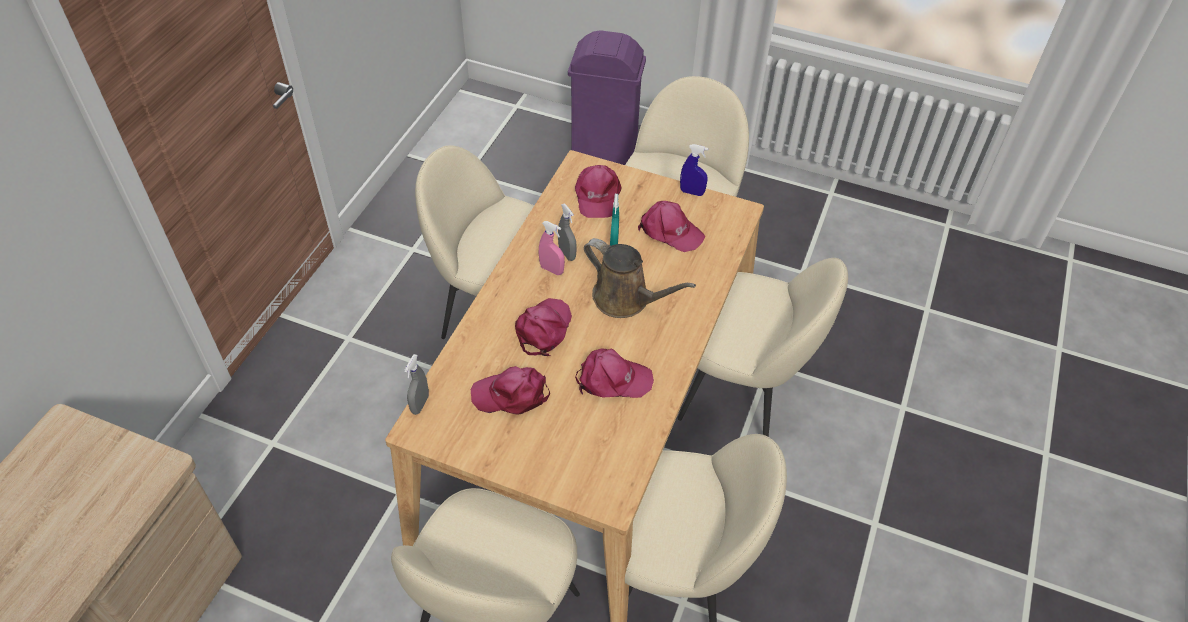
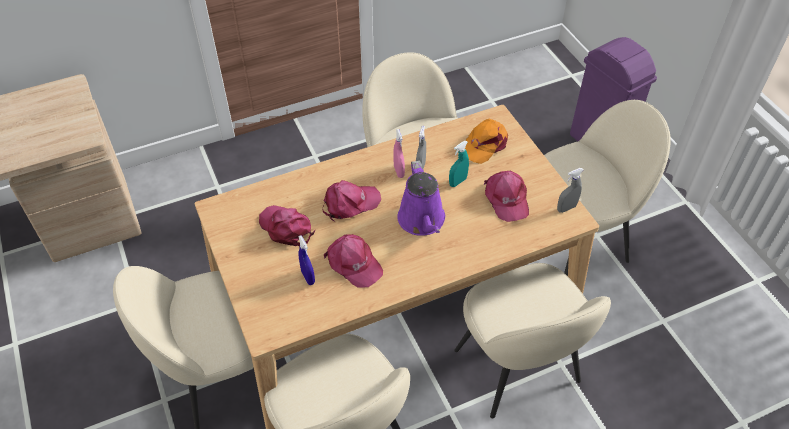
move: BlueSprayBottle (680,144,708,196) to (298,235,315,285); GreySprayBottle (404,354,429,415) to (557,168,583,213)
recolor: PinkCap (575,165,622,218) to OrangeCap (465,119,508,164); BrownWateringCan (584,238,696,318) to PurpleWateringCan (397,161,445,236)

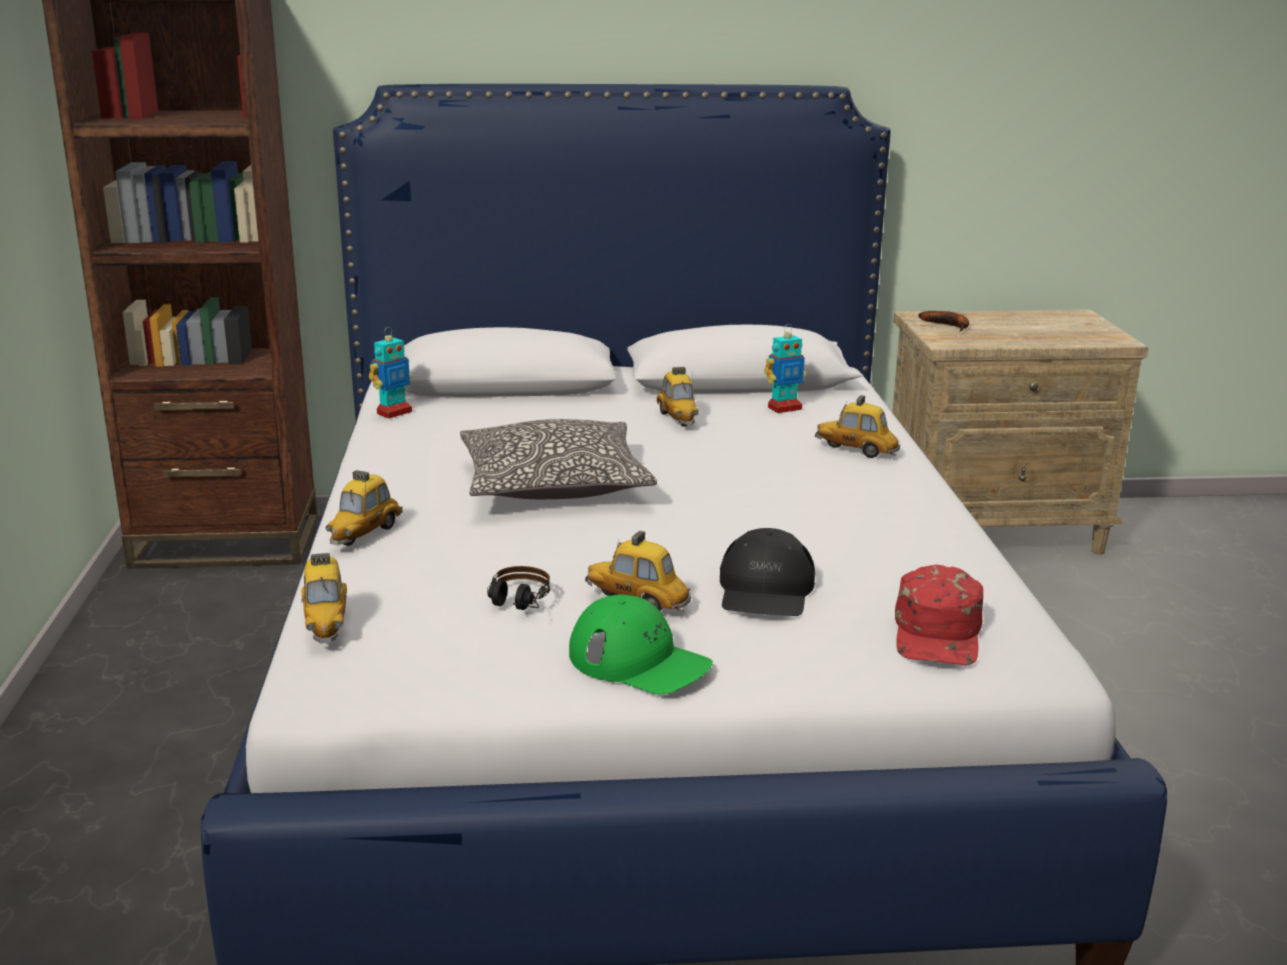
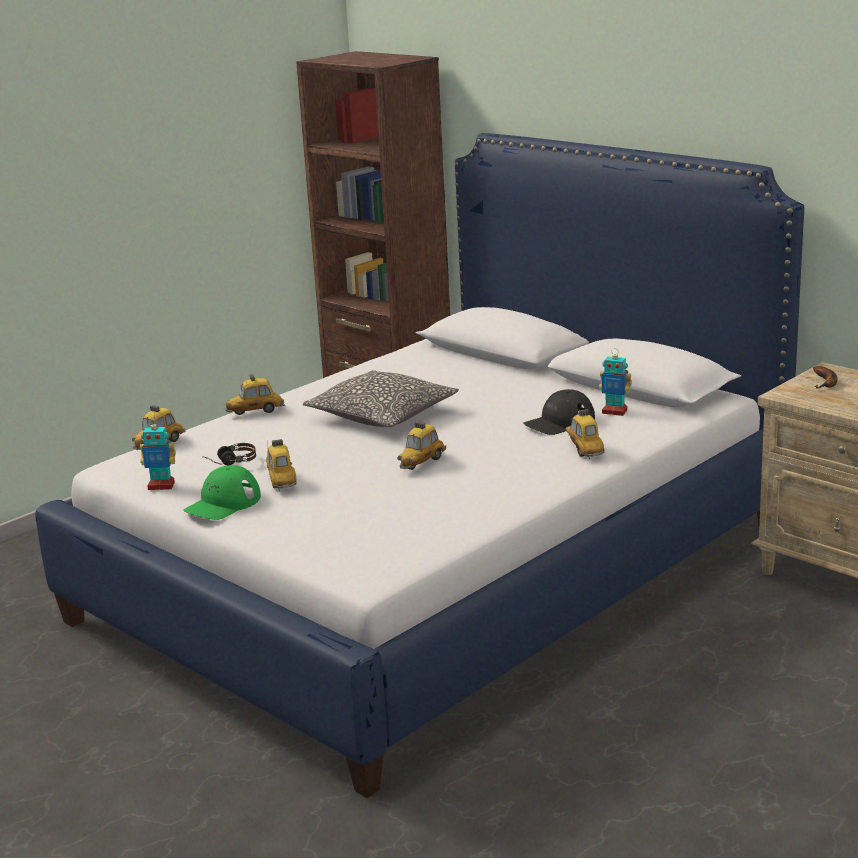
delete: RedCap (895,565,983,665)
move: ToyRobot (369,327,412,418) to (140,418,176,490); ToyCar (657,367,699,426) to (397,422,446,470); BlackCap (720,528,815,616) to (523,389,595,435)
rotate: GreenCap (569,594,713,694) = (183,465,261,520) 45 degrees clockwise

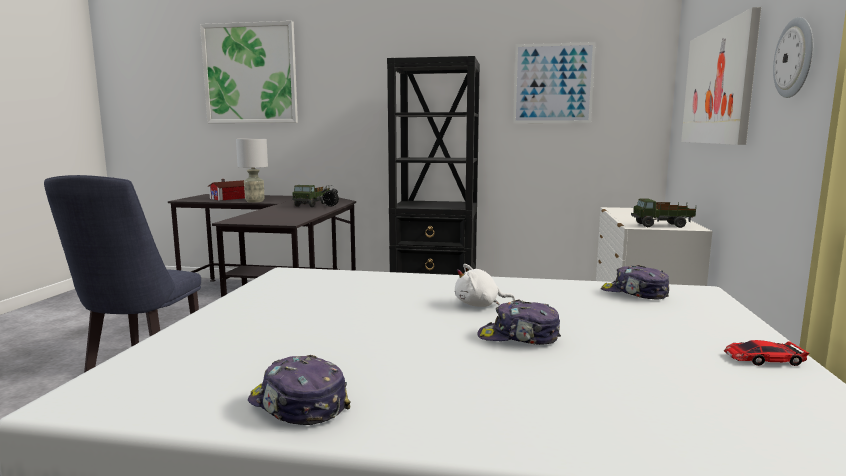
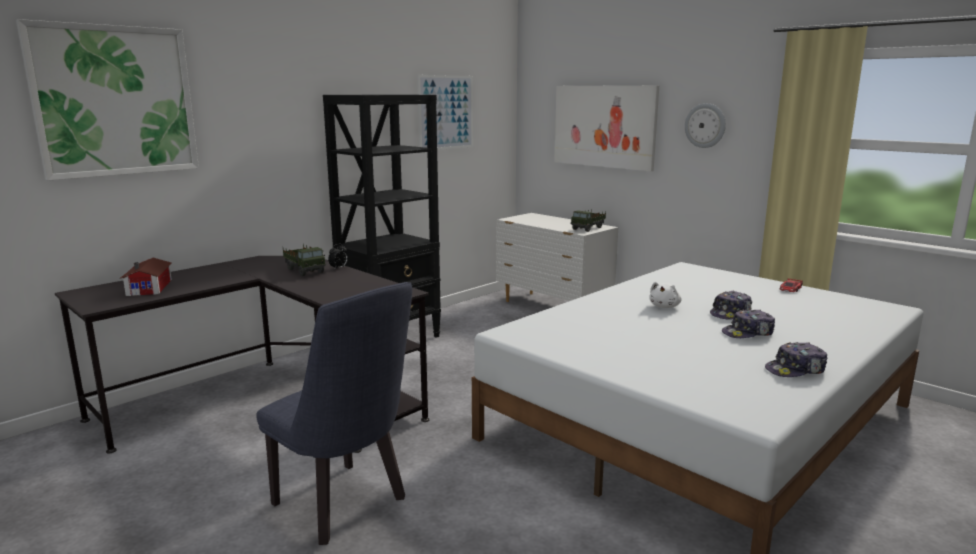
delete: GreyTableLamp (236,139,268,203)
move: Cap (601,265,669,300) to (722,309,775,338)

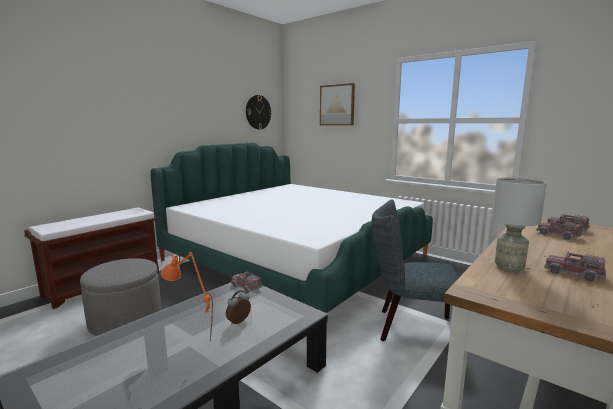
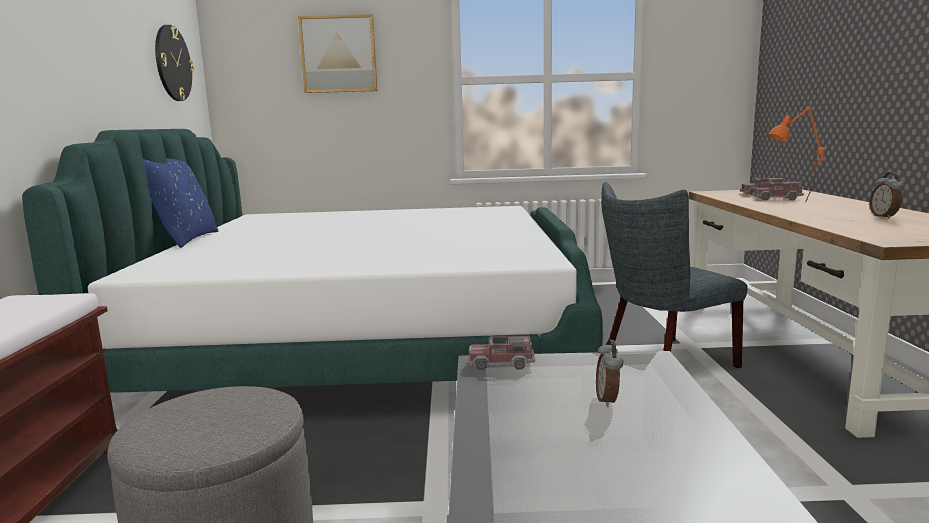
delete: GreyTableLamp (492,177,547,272)
insert: BluePillow (143,158,218,248)
move: OrangeTableLamp (161,252,213,342) to (767,106,825,202)
replace: ToyTruck (544,251,606,282) to AlarmClock (870,172,904,219)

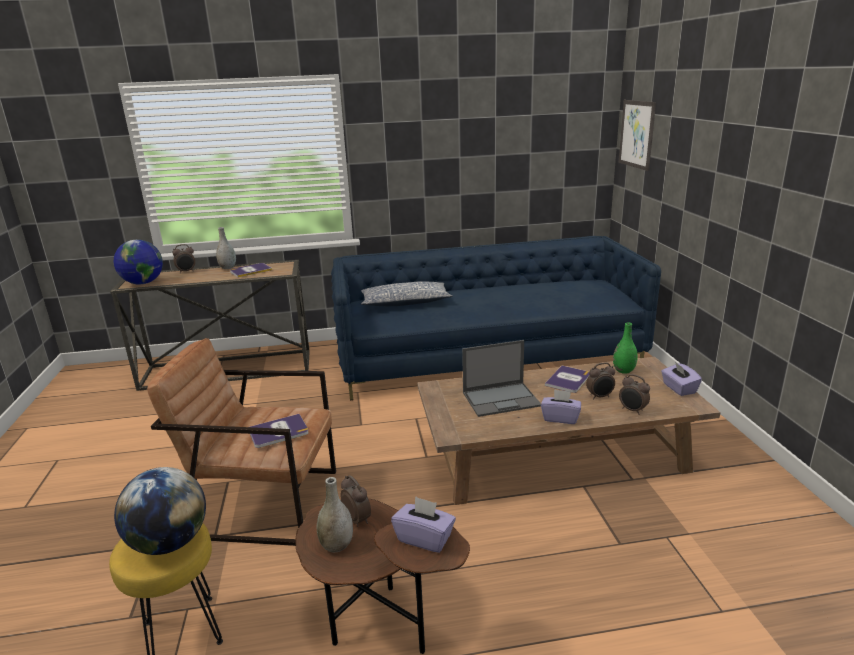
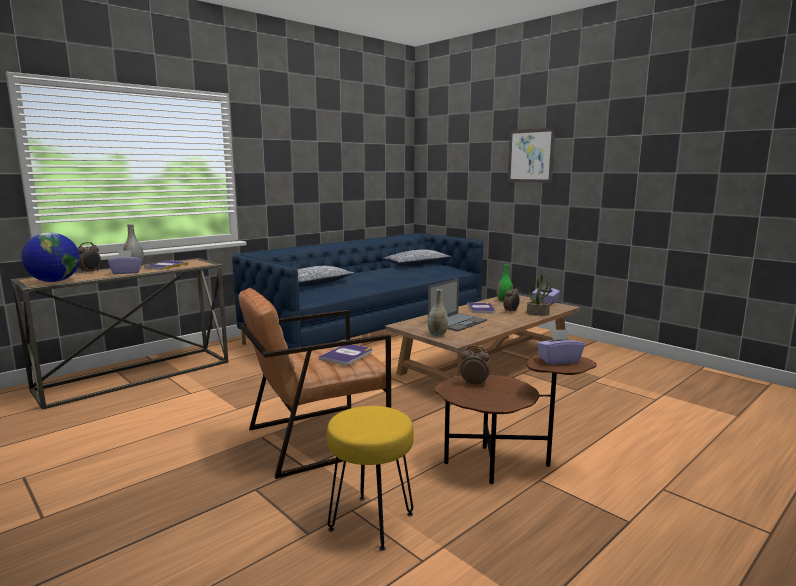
delete: Globe (114,467,206,555)
insert: Pillow (383,249,451,266)
move: Picture (619,100,656,171) to (508,128,555,183); PurpleTissueBox (541,389,581,424) to (108,250,142,274); GreyVase (317,477,353,552) to (427,289,448,336)
replace: AlarmClock (619,374,650,415) to PottedPlant (527,274,551,316)

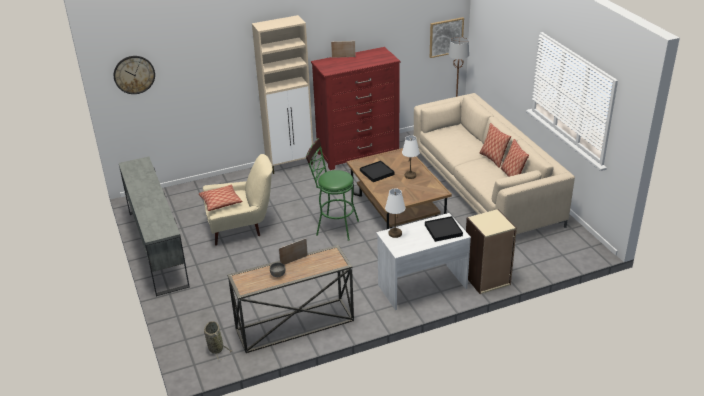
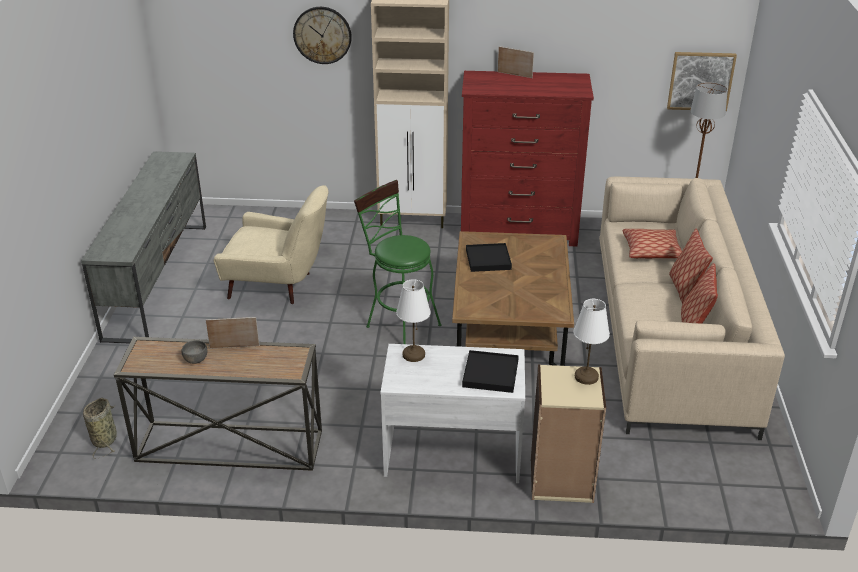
move: WallClock (114,56,155,94) to (293,7,352,64); WhiteTableLamp (402,135,420,179) to (573,299,610,385); Pillow (199,185,243,211) to (623,229,682,258)

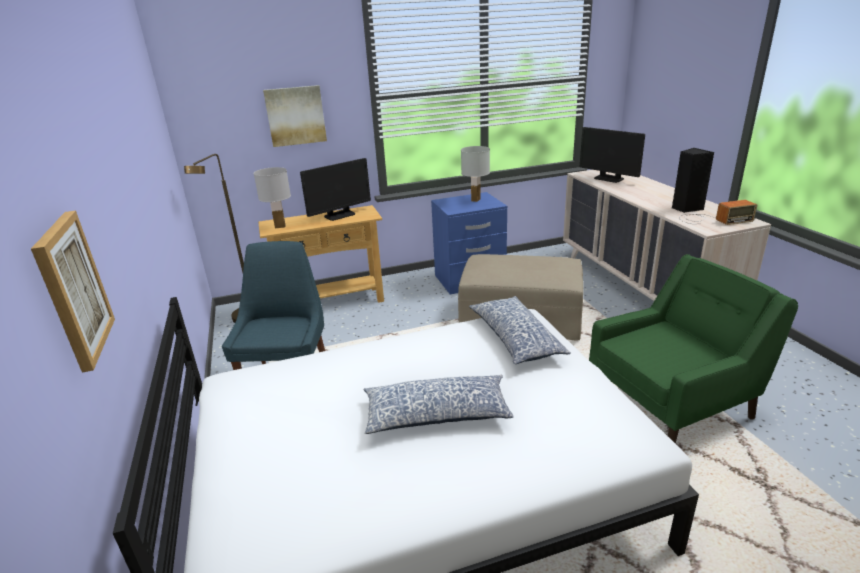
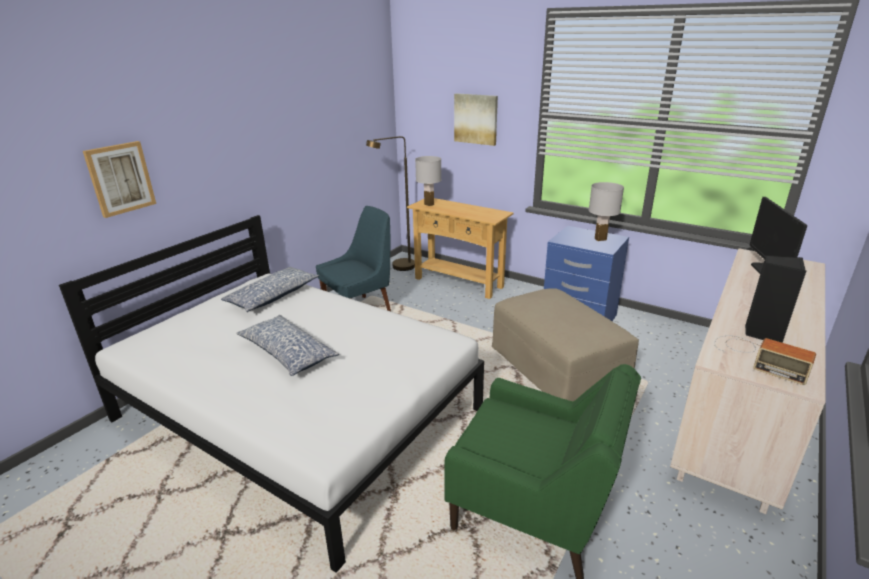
delete: Monitor (300,158,371,221)
move: Pillow (469,296,571,364) to (221,267,319,312)

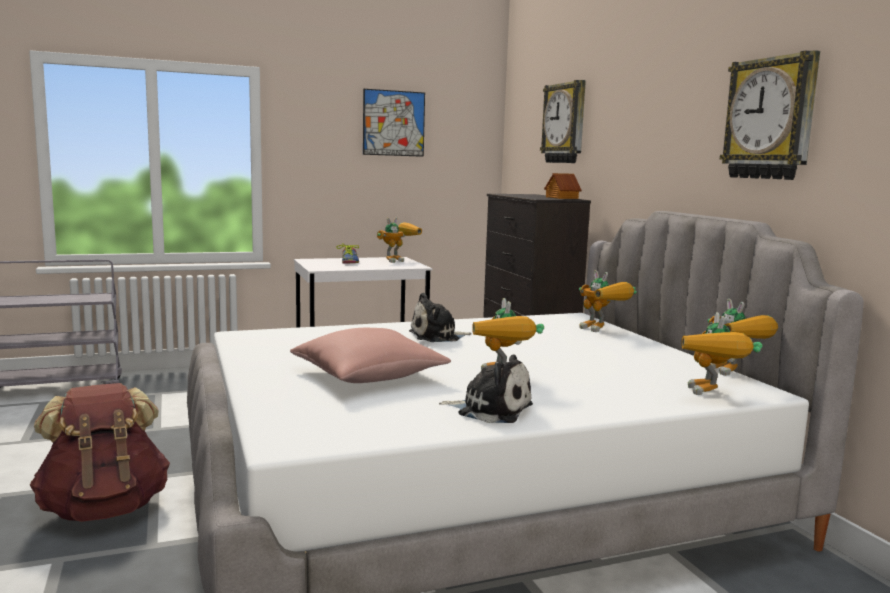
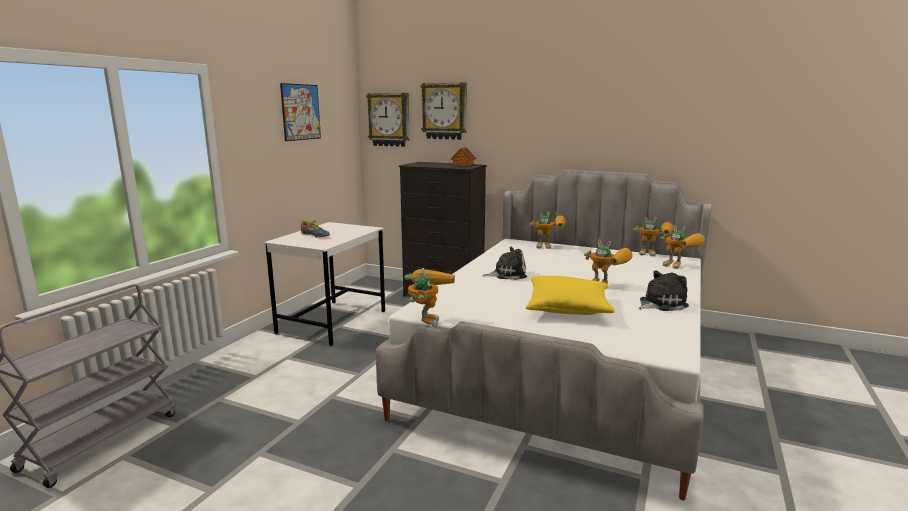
delete: BrownBackpack (30,383,170,522)
move: WallClock (720,50,820,180) to (366,93,410,147); ToyRobot (377,218,422,263) to (404,268,455,327)
recolor: PinkPillow (290,328,451,383) to YellowPillow (525,276,615,315)
rotate: PlushToy (409,293,472,342) = (482,247,527,280) 120 degrees counterclockwise

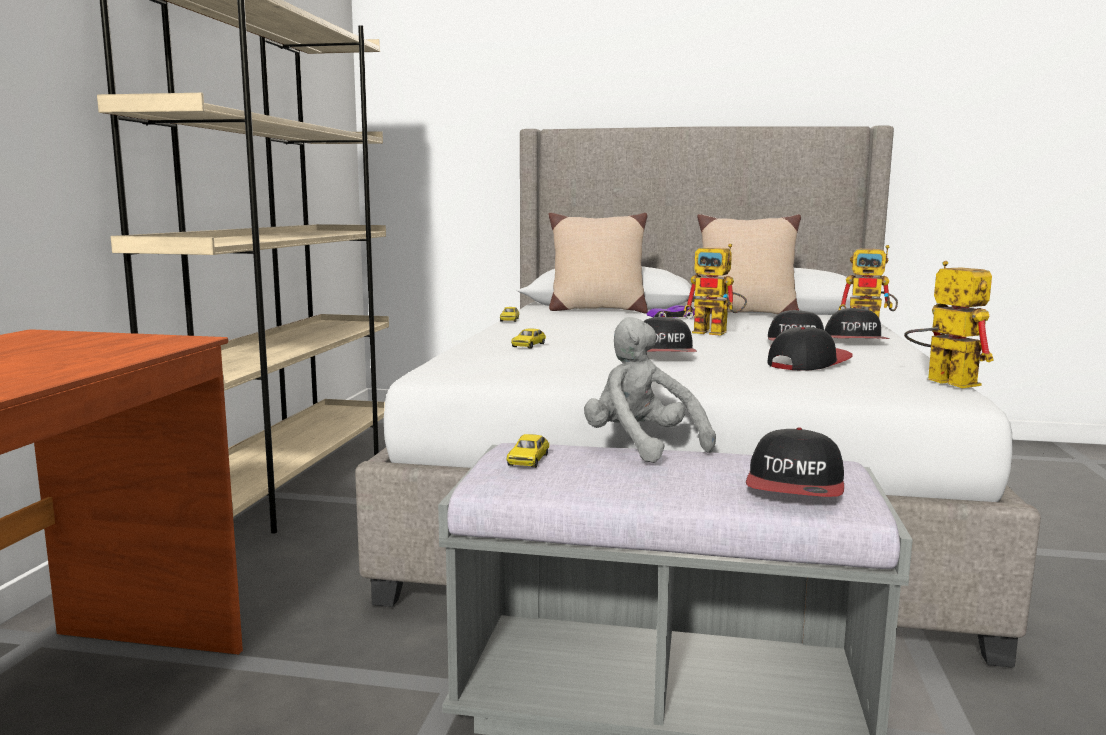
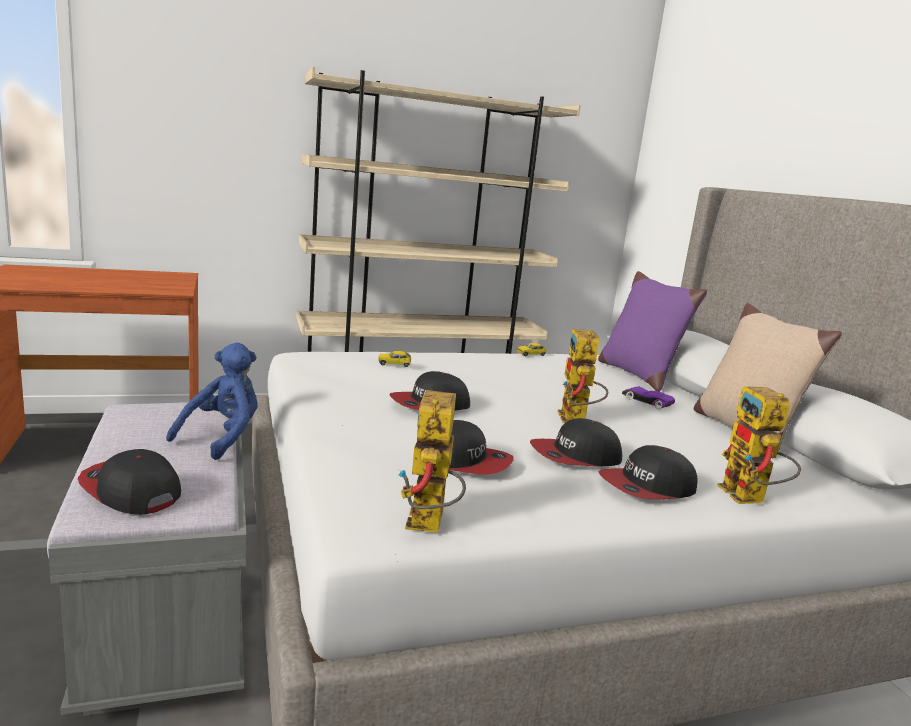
delete: ToyCar (506,434,549,468)
recolor: BeigePillow (548,213,648,313) to PurplePillow (598,271,707,392); GreyPlushToy (584,317,716,463) to BluePlushToy (166,342,258,460)
rotate: ToyRobot (904,261,994,388) = (399,390,466,532) 150 degrees clockwise; Cap (746,428,844,497) = (78,449,181,515) 45 degrees clockwise

